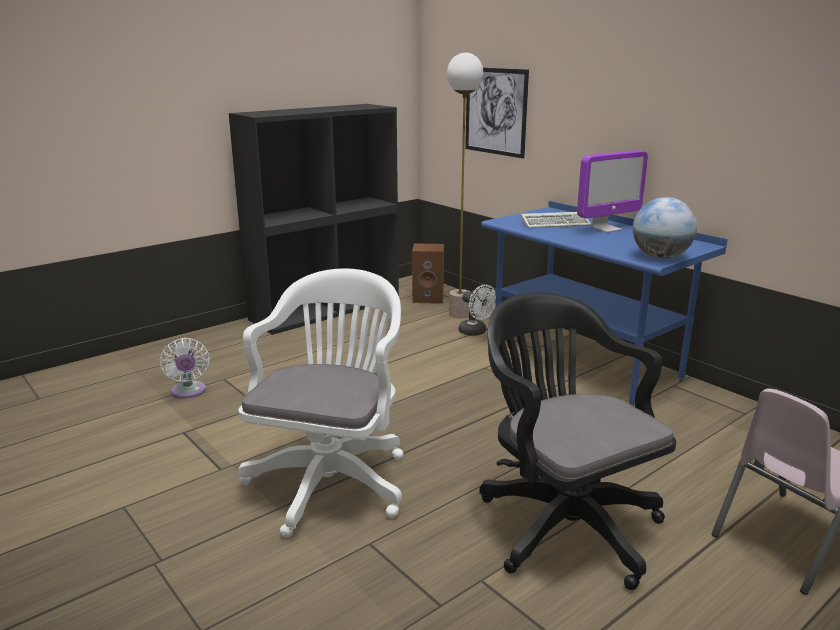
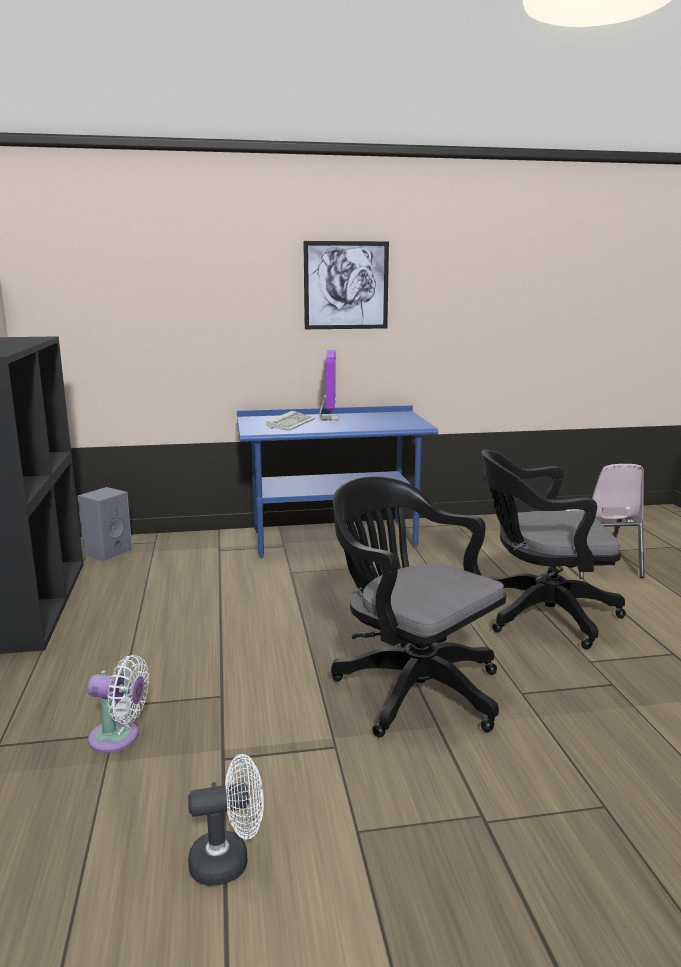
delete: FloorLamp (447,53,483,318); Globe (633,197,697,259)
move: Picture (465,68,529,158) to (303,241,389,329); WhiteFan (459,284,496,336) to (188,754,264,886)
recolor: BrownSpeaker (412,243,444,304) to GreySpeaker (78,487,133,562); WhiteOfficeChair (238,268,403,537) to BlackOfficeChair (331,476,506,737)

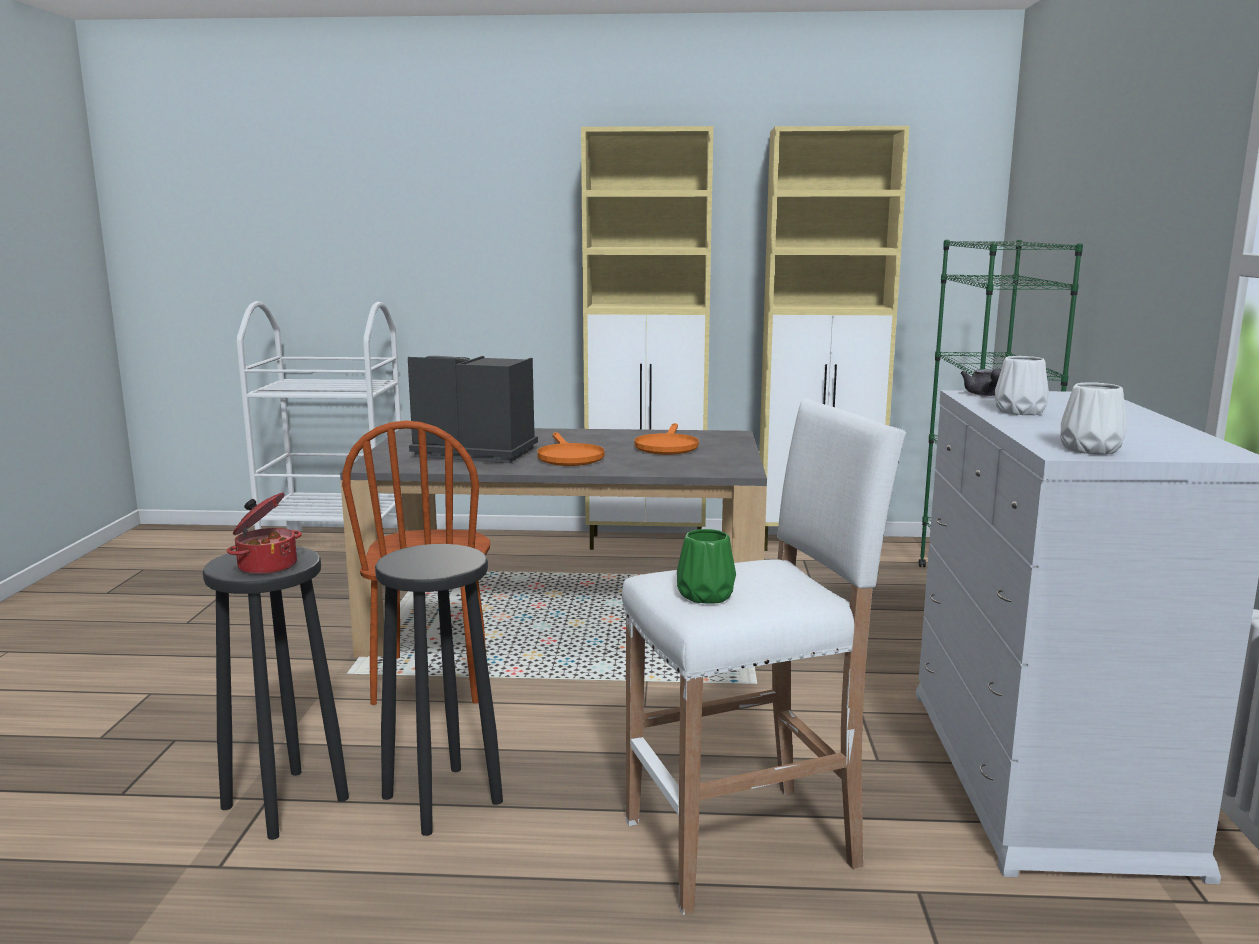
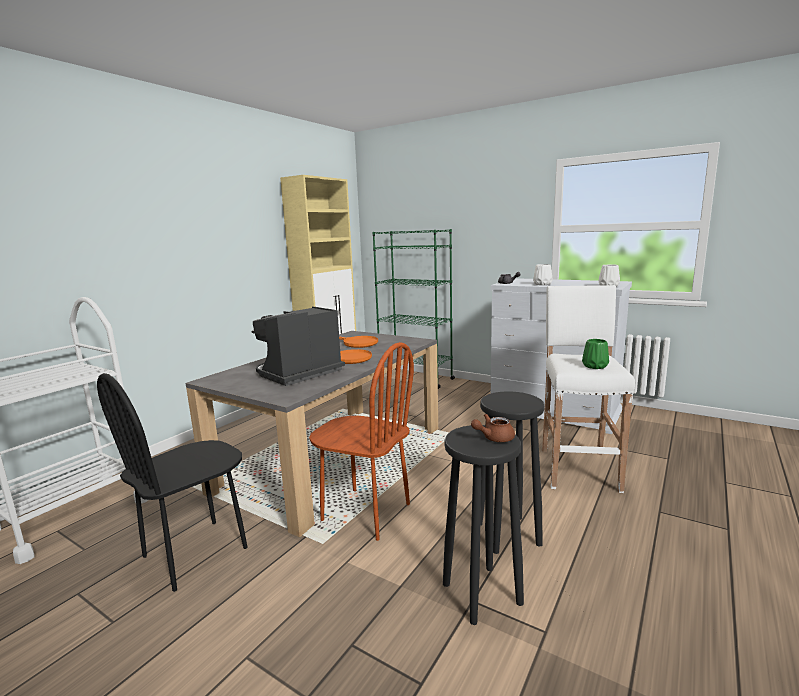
delete: BeigeCabinet (581,126,713,550)
insert: BlackChair (97,373,248,592)
replace: CookingPot (227,492,302,575) to BrownTeapot (471,414,515,442)

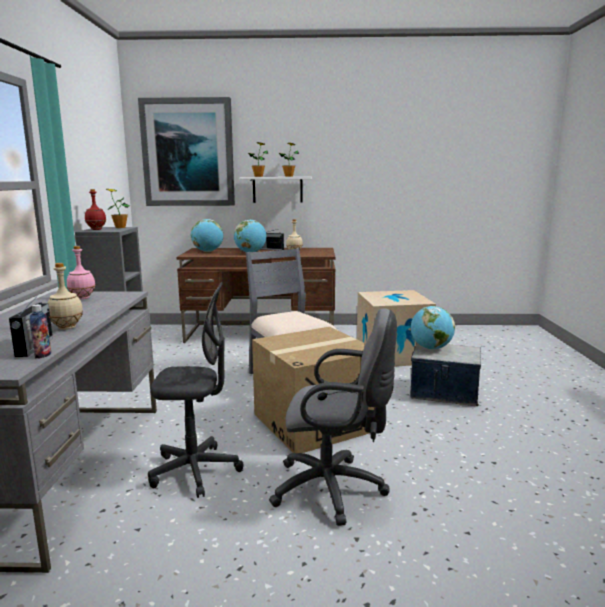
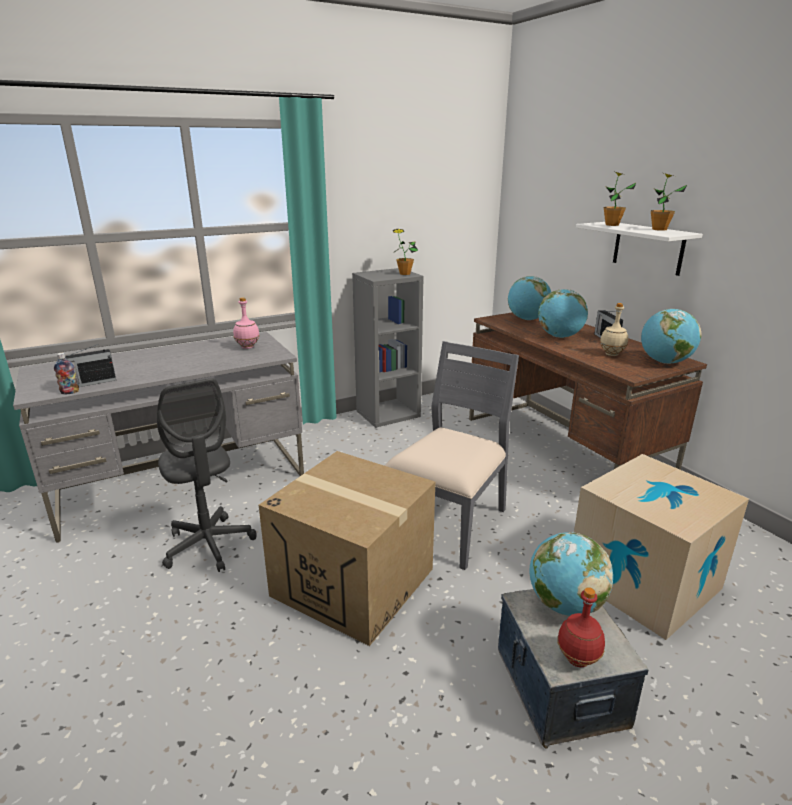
delete: Picture (138,97,235,206); BeigeBottle (48,263,83,330); GreyOfficeChair (269,309,397,526)
insert: Globe (641,309,701,364)
move: RedBottle (85,189,106,230) to (557,587,605,667)

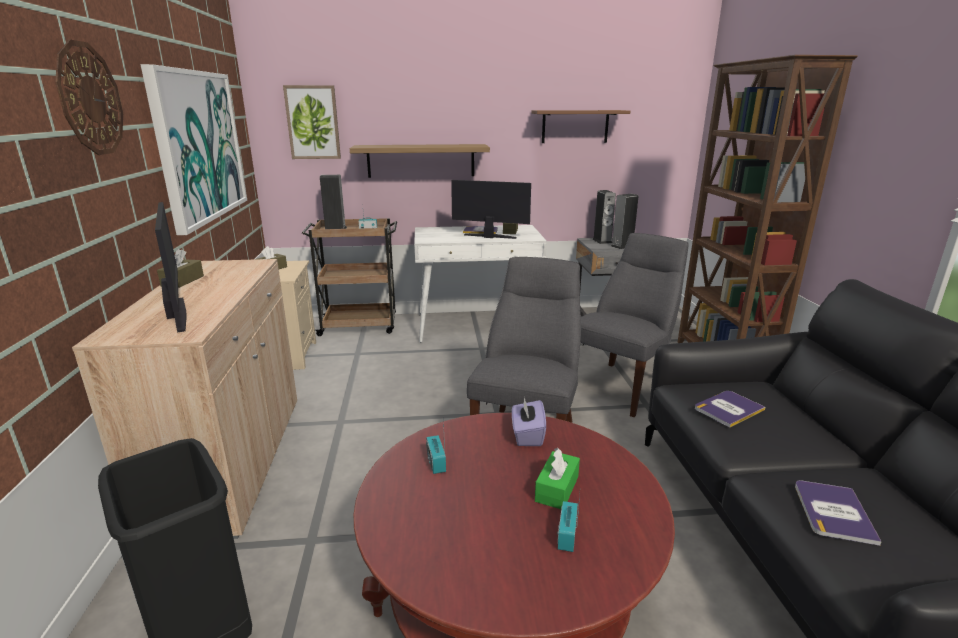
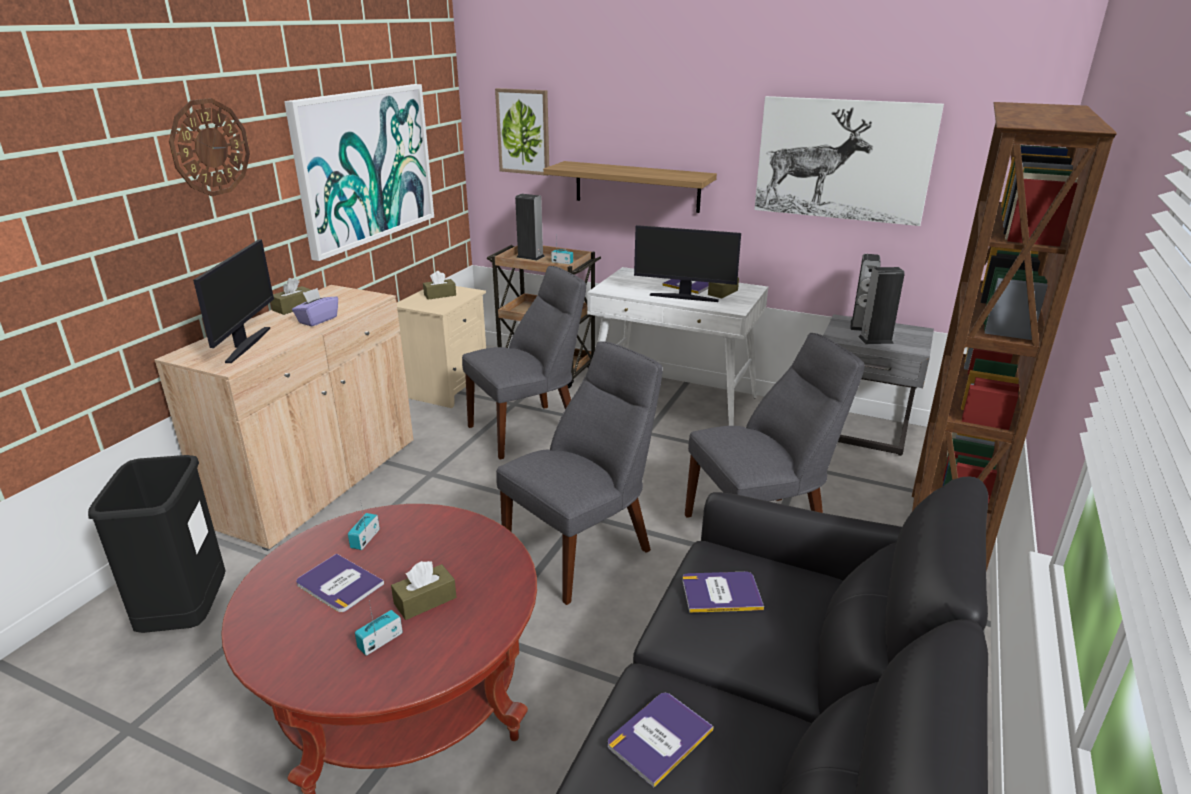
insert: GreyChair (462,266,586,459); Book (296,554,384,612)
move: PurpleTissueBox (512,398,546,446) to (292,288,338,326)
replace: BrownShelf (531,110,630,143) to Picture (754,96,944,226)
recolor: GreenTissueBox (535,448,580,509) to BrownTissueBox (391,561,457,620)
rotate: Monitor (451,180,531,239) = (634,225,741,302) 150 degrees clockwise

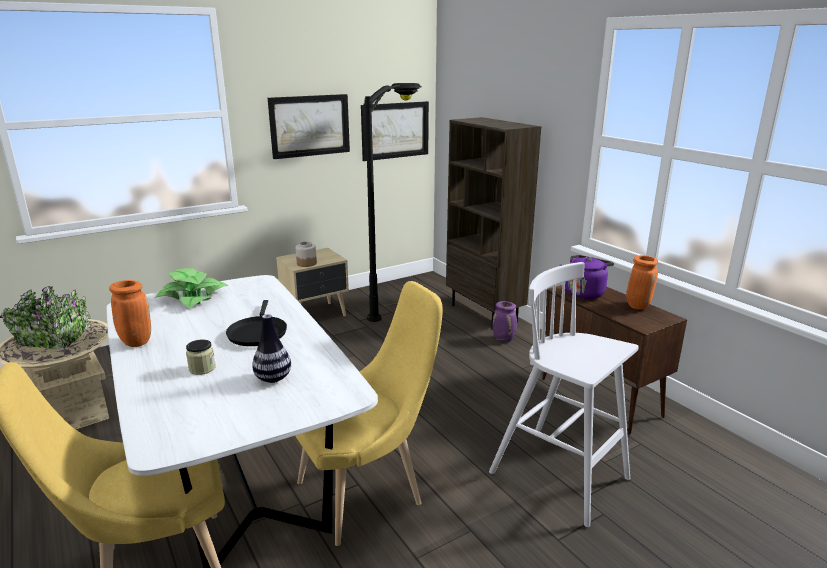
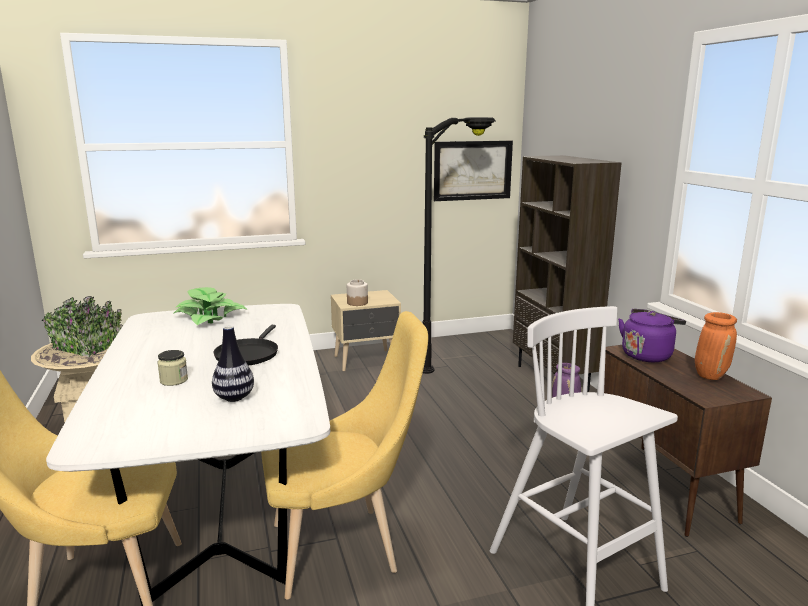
delete: Picture (268,94,350,159); OrangeVase (109,280,151,347)

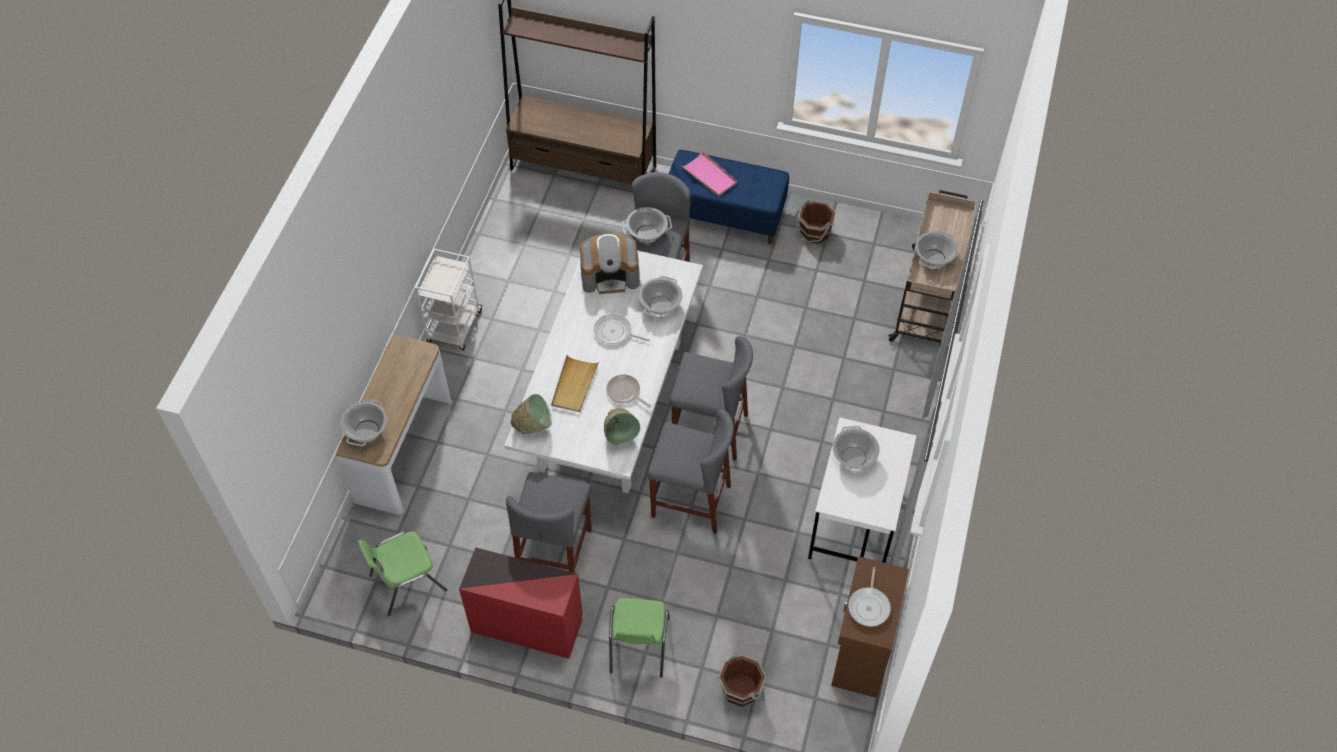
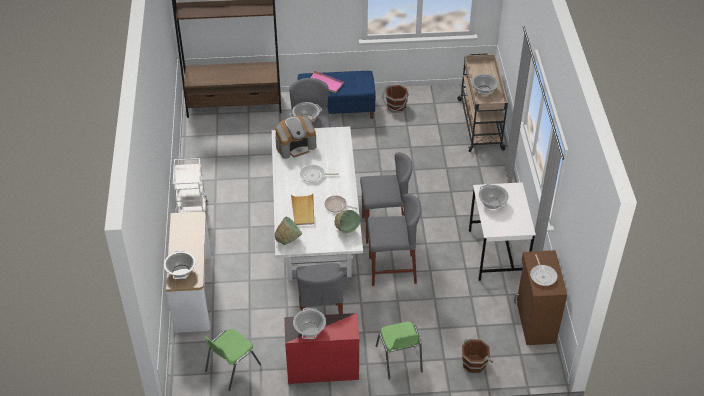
move: CookingPot (639,276,682,318) to (293,308,326,339)

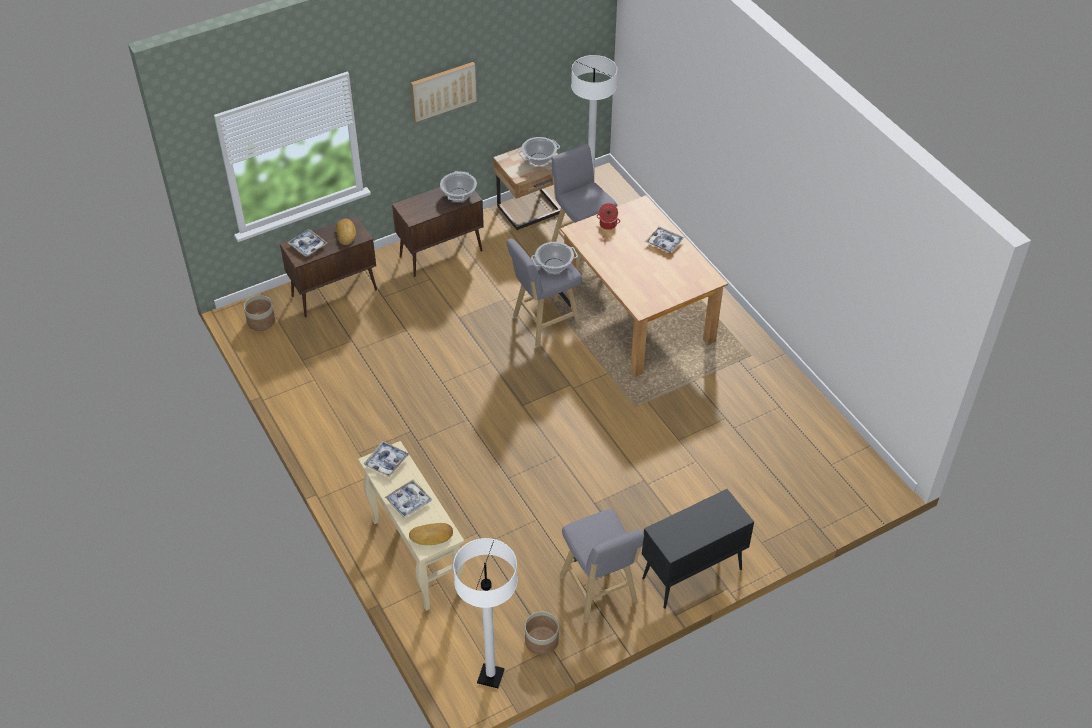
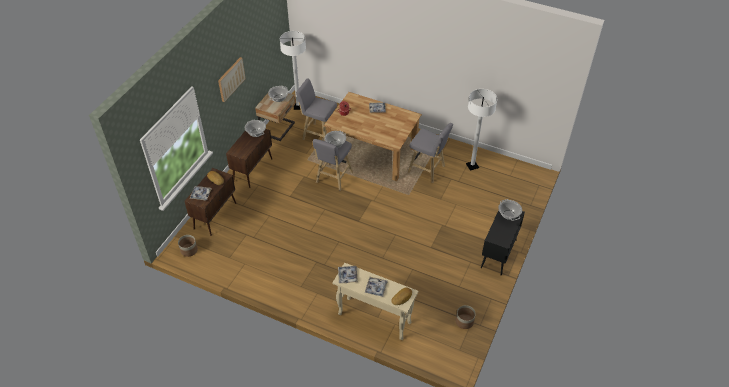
insert: CookingPot (498,199,522,221)
move: GreyStool (560,509,644,623) to (408,123,453,183); WhiteFloorLamp (453,538,518,688) to (466,89,497,171)

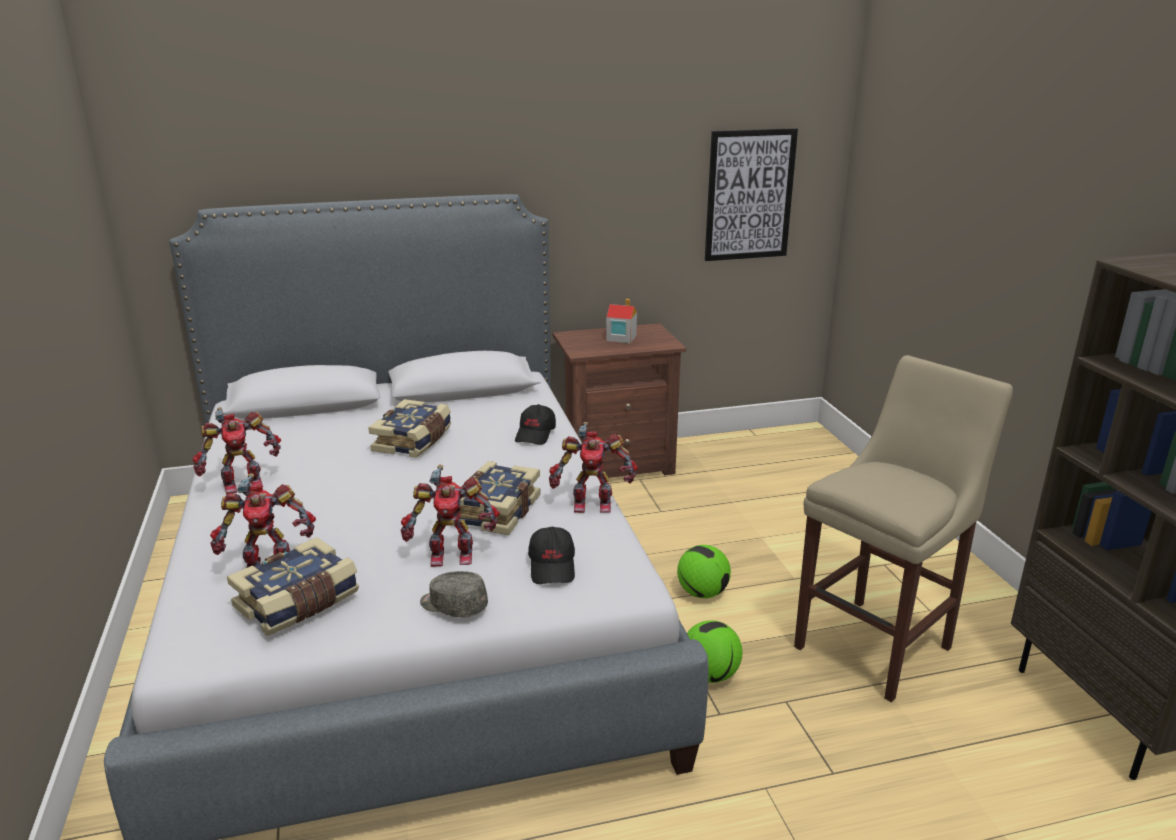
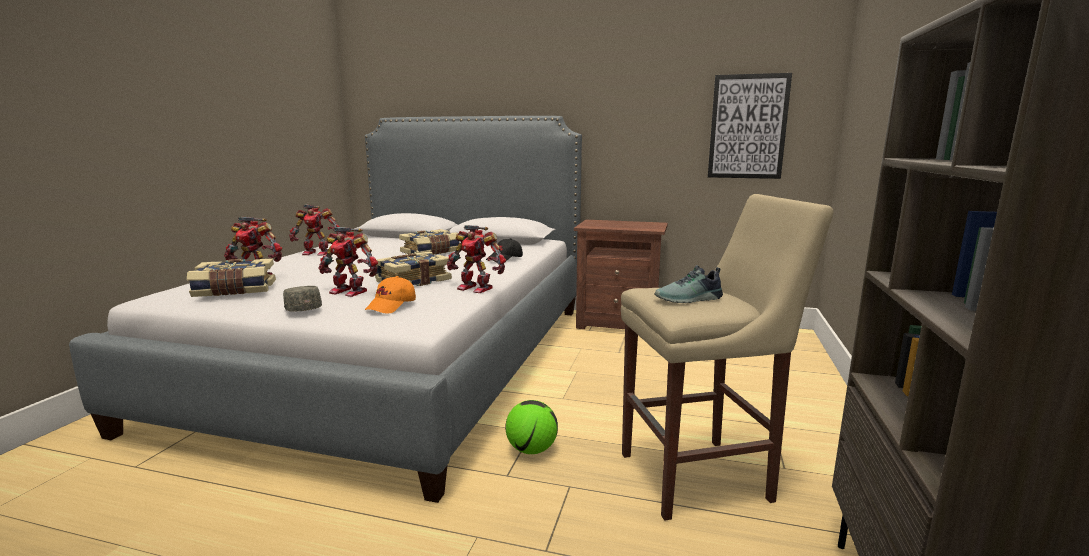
delete: ToyHouse (606,299,637,343); Football (677,545,731,598)
insert: Shoe (654,265,723,303)
recolor: BlackCap (528,527,575,584) to OrangeCap (365,276,416,314)

